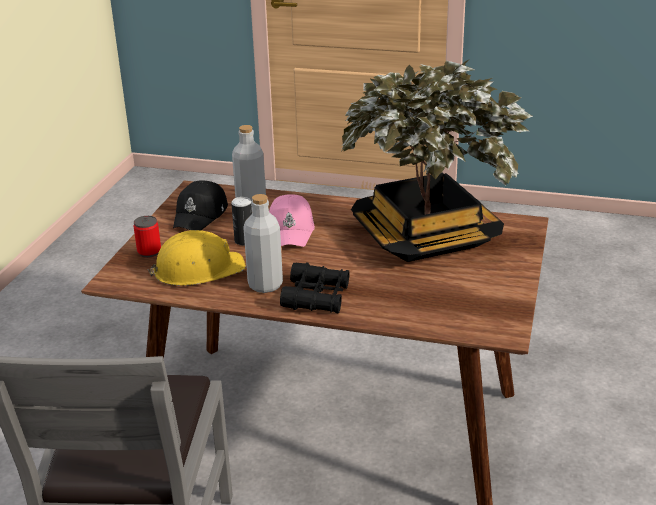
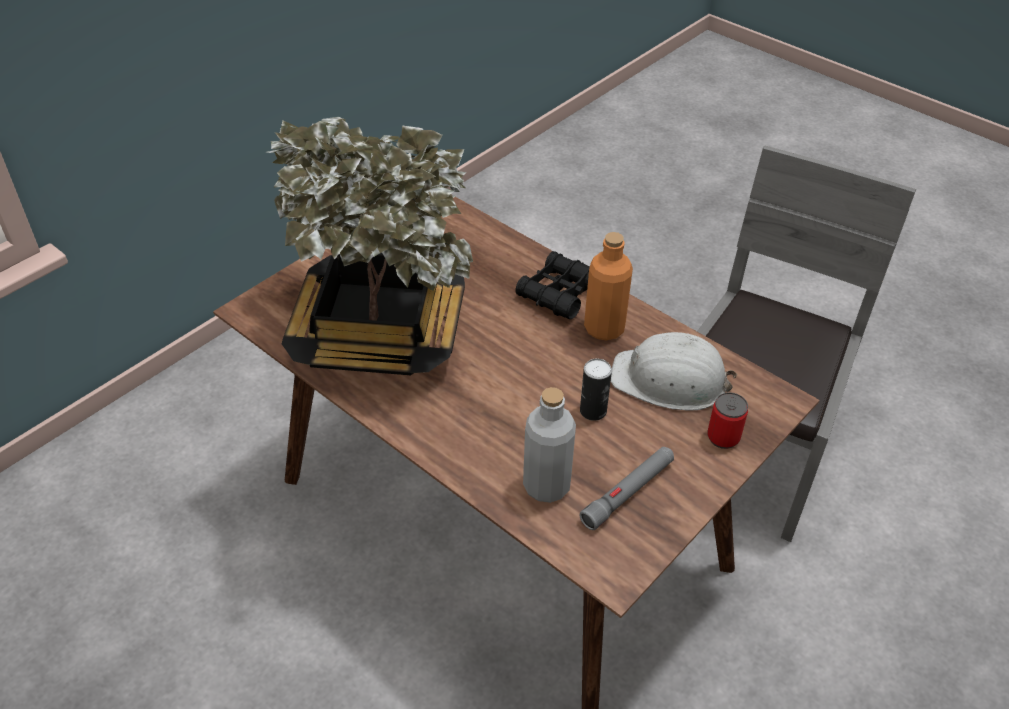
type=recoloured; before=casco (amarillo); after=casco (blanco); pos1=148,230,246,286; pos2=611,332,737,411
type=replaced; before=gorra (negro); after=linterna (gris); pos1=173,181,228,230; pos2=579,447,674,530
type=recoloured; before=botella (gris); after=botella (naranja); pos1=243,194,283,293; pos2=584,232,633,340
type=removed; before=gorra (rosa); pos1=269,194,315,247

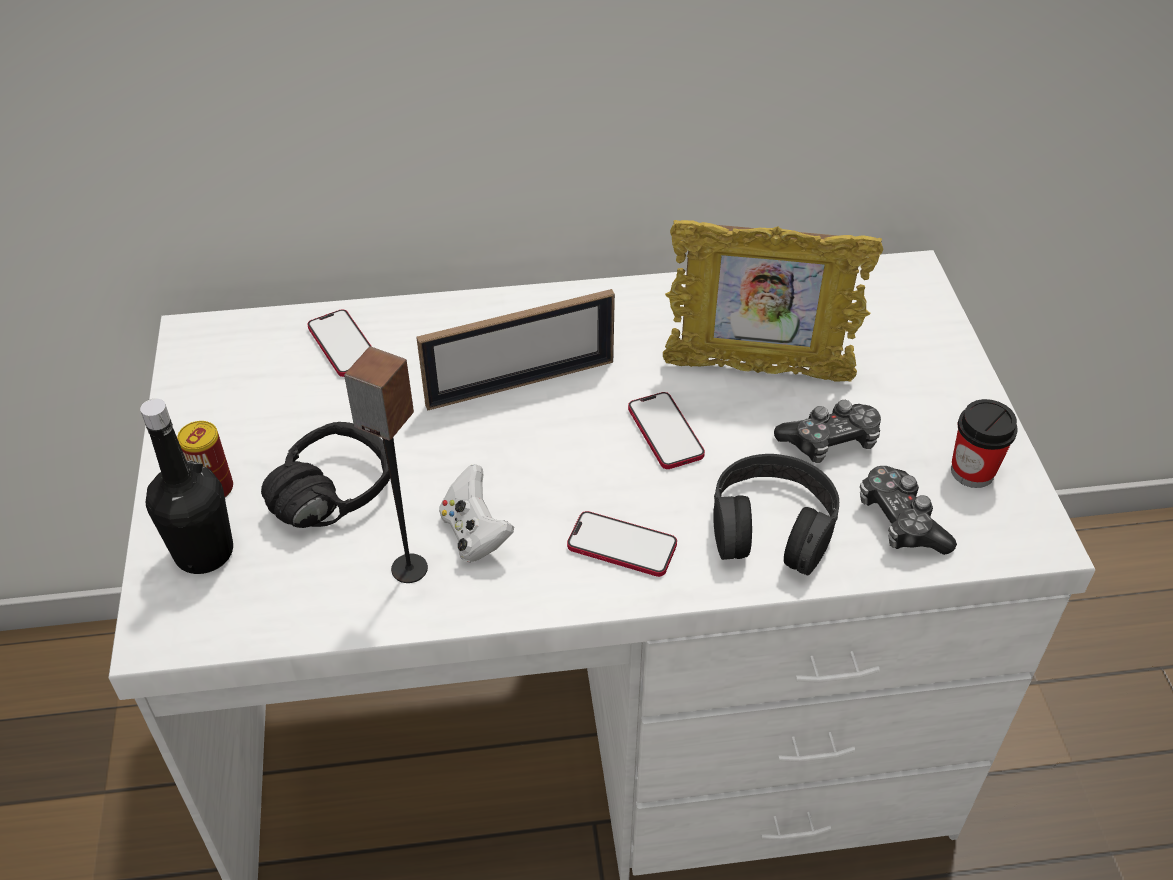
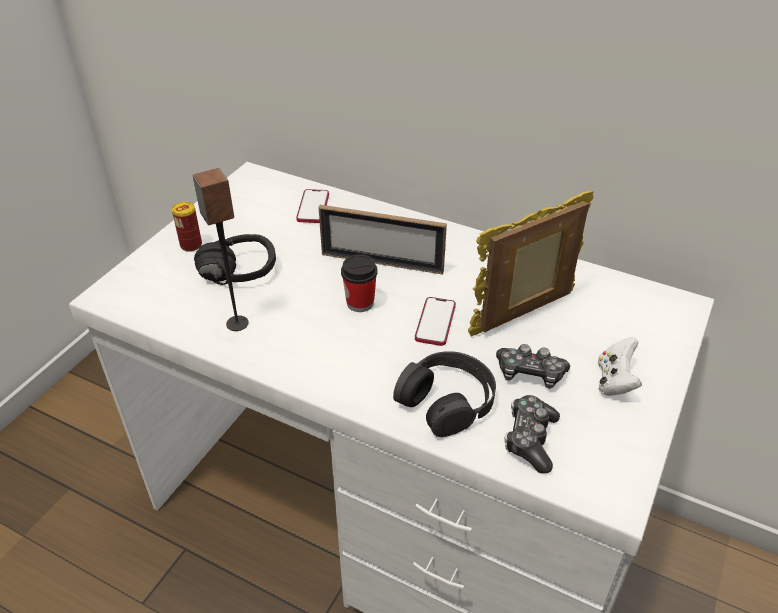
type=removed; before=botella (negro); pos1=140,398,233,574
type=moved; before=mando de consola (blanco); pos1=439,464,514,562; pos2=598,337,642,396
type=removed; before=móvil; pos1=567,511,677,577
type=turned; before=portarretratos; pos1=663,220,883,381; pos2=468,190,593,337; turn=105
type=moved; before=taza; pos1=951,399,1018,488; pos2=341,254,378,312

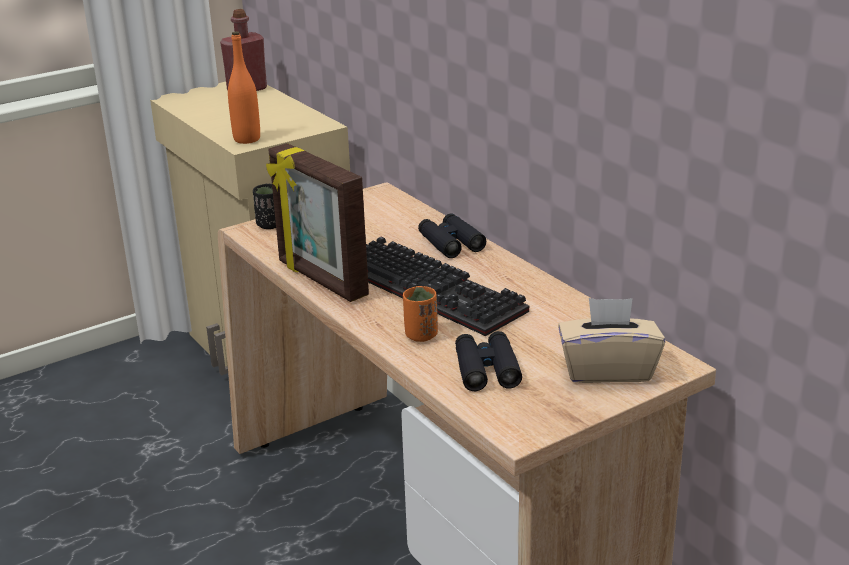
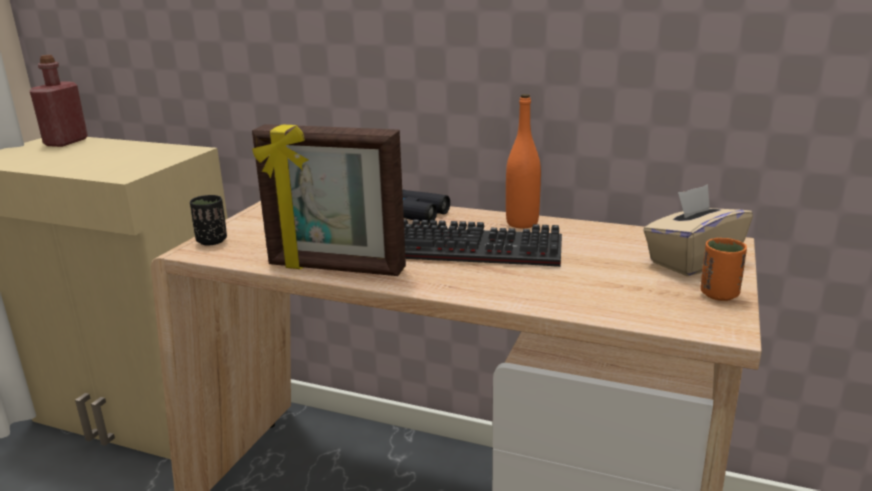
type=moved; before=botella (naranja); pos1=228,31,260,144; pos2=506,94,541,228
type=moved; before=taza (naranja); pos1=403,286,438,342; pos2=700,238,747,301
type=removed; before=prismáticos (negro); pos1=455,331,522,391

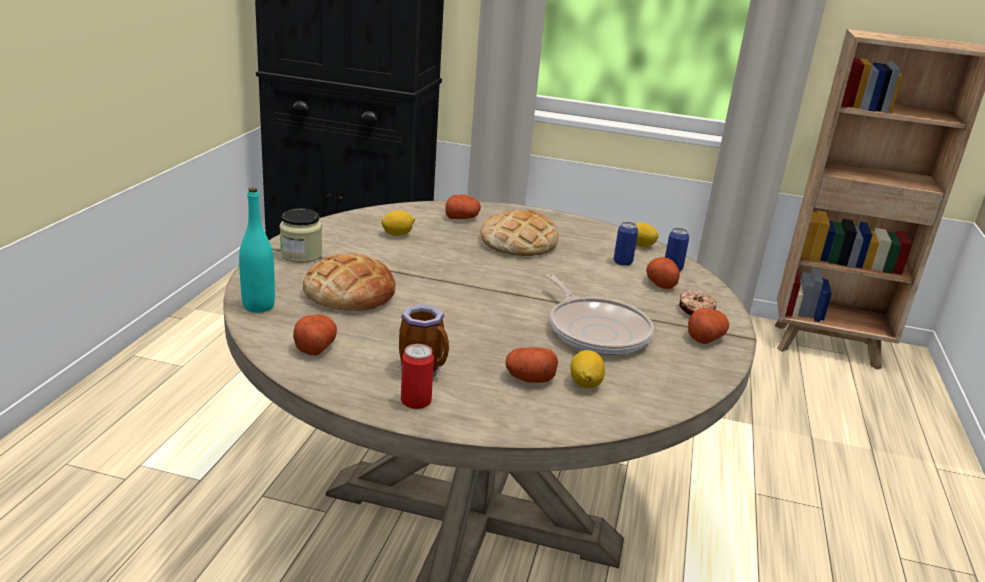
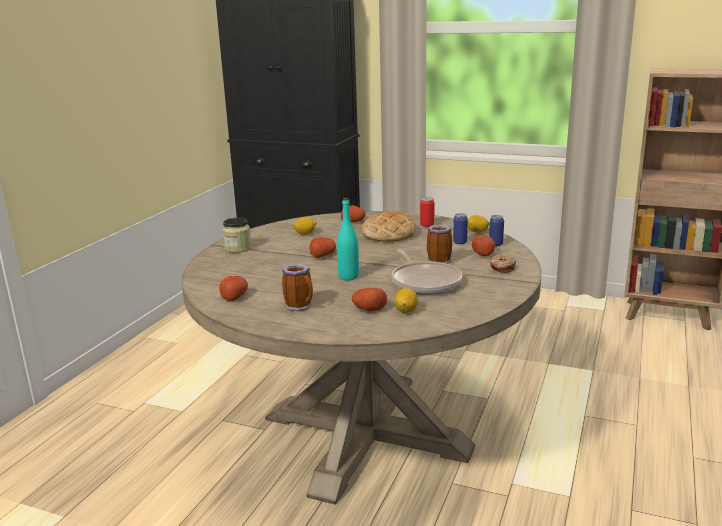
type=moved; before=botella (turquesa); pos1=239,188,275,313; pos2=337,198,359,280
type=removed; before=pan; pos1=303,253,395,311
type=moved; before=lata; pos1=401,344,434,409; pos2=420,197,434,227
type=moved; before=patata; pos1=688,308,729,344; pos2=309,237,336,258
type=added; after=taza grande; pos2=427,224,452,264

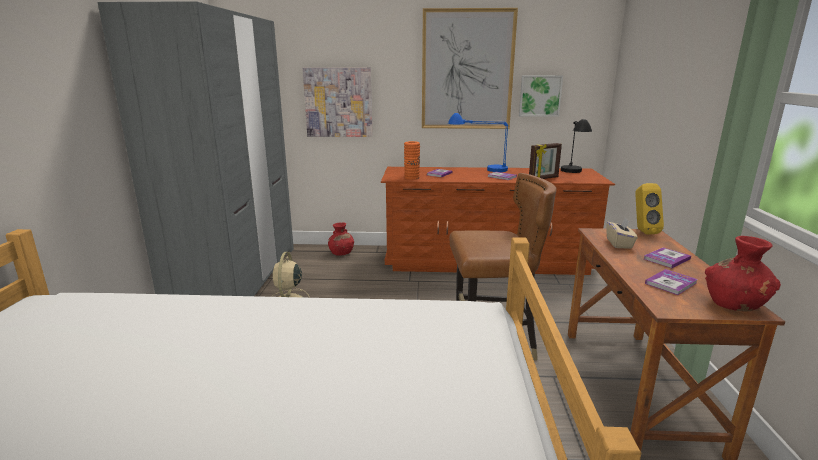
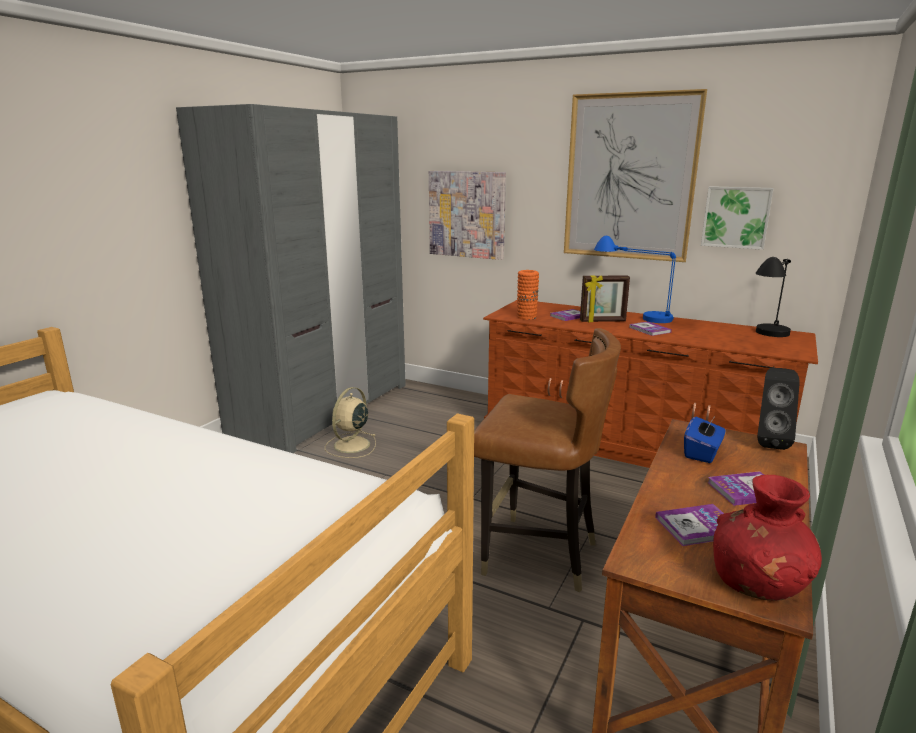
type=removed; before=florero (rojo); pos1=328,222,354,256
type=moved; before=portarretratos; pos1=529,143,562,179; pos2=580,275,630,322
type=recoloured; before=caja de pañuelos (beis); after=caja de pañuelos (azul); pos1=606,217,638,249; pos2=684,415,725,463
type=recoloured; before=altavoz (amarillo); after=altavoz (negro); pos1=635,183,664,234; pos2=757,368,800,450

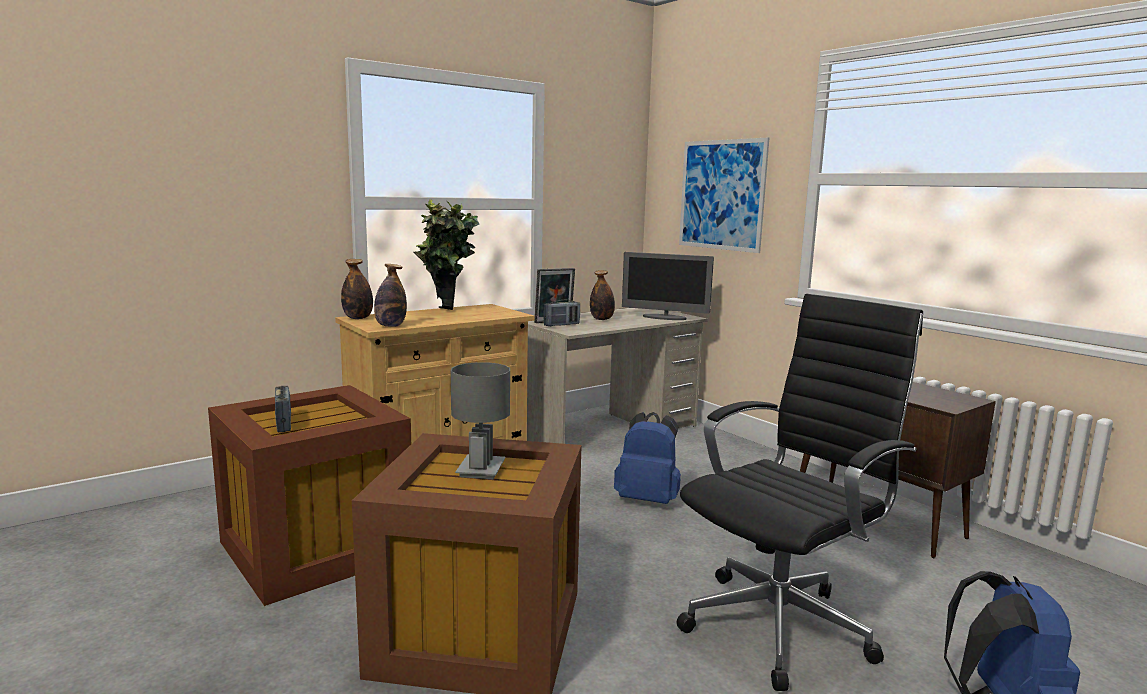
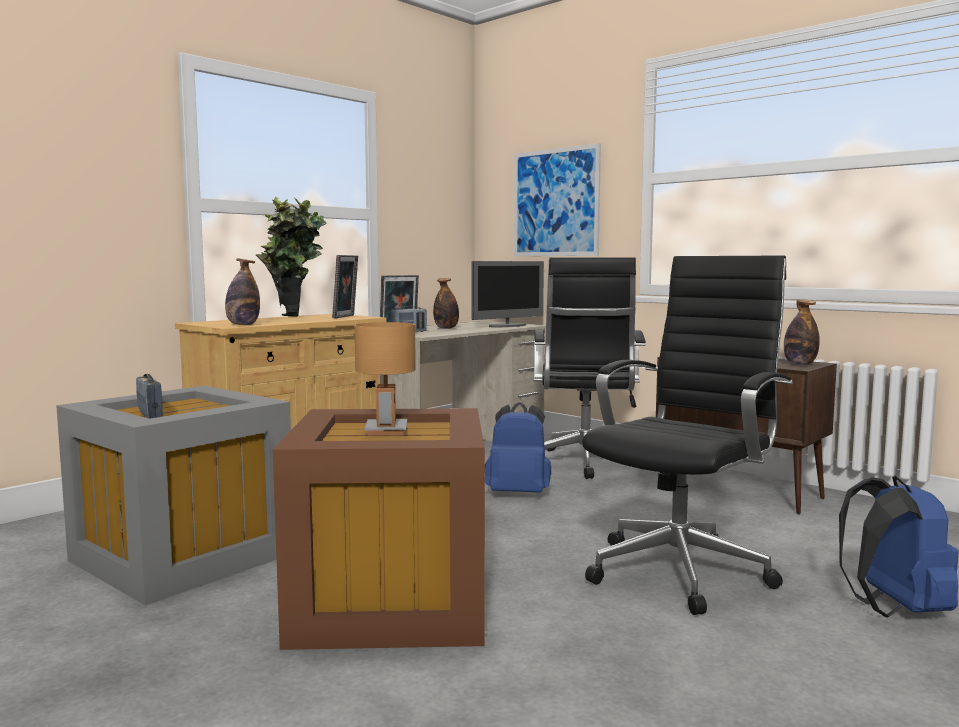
type=recoloured; before=caja de almacenaje (marrón); after=caja de almacenaje (gris); pos1=208,385,411,606; pos2=56,386,291,605
type=moved; before=botella; pos1=341,259,373,319; pos2=784,299,820,365
type=recoloured; before=lámpara de mesa (gris); after=lámpara de mesa (marrón); pos1=451,362,510,479; pos2=355,322,416,436
type=turned; before=monitor; pos1=622,252,714,320; pos2=471,261,544,327; turn=-45
type=added; after=portarretratos; pos2=332,255,358,318
type=added; after=silla de oficina (negro); pos2=534,257,645,479

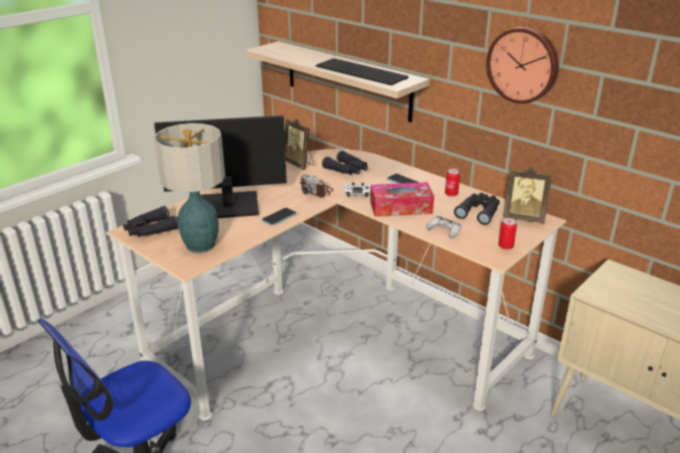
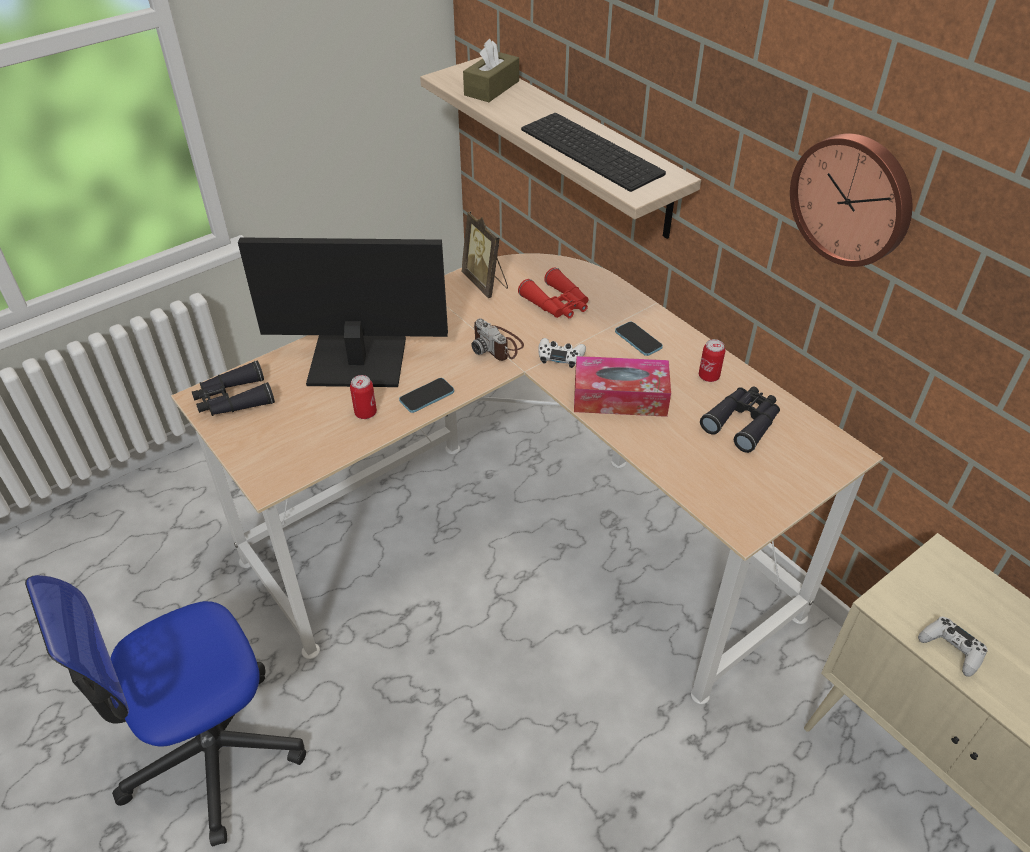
type=removed; before=lámpara de mesa; pos1=154,123,225,253
type=recoloured; before=prismáticos (negro); after=prismáticos (rojo); pos1=322,150,368,175; pos2=518,267,588,318
type=moved; before=mando de consola (blanco); pos1=426,216,461,238; pos2=918,617,988,677
type=moved; before=lata; pos1=498,218,517,250; pos2=350,375,377,419
type=removed; before=portarretratos; pos1=503,167,552,223
type=added; after=caja de pañuelos (marrón); pos2=463,39,519,102

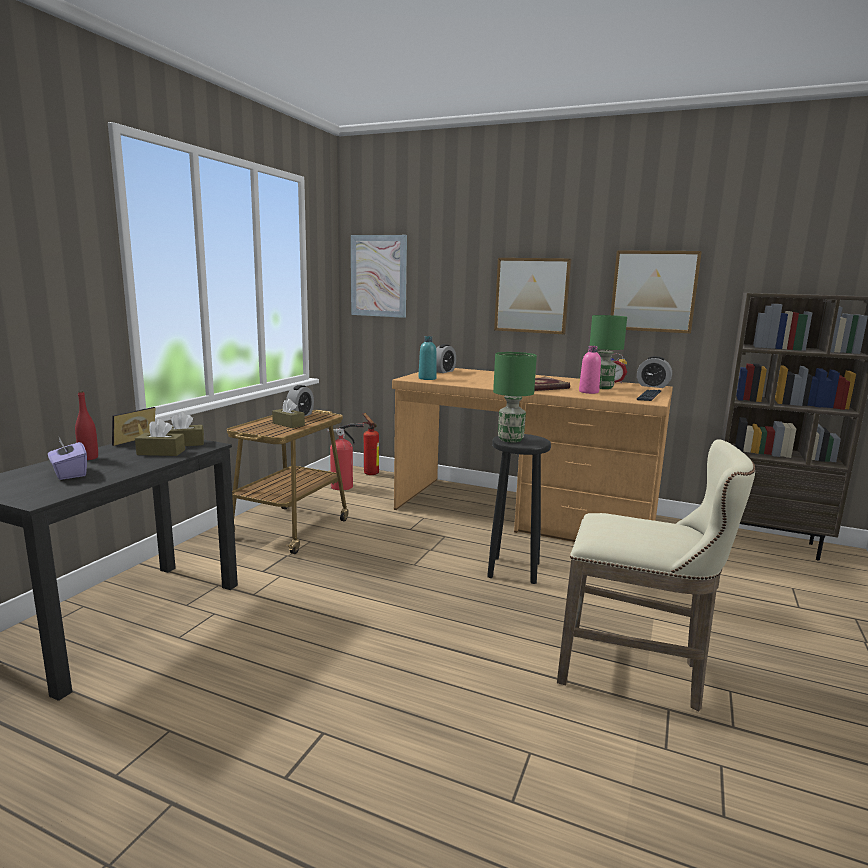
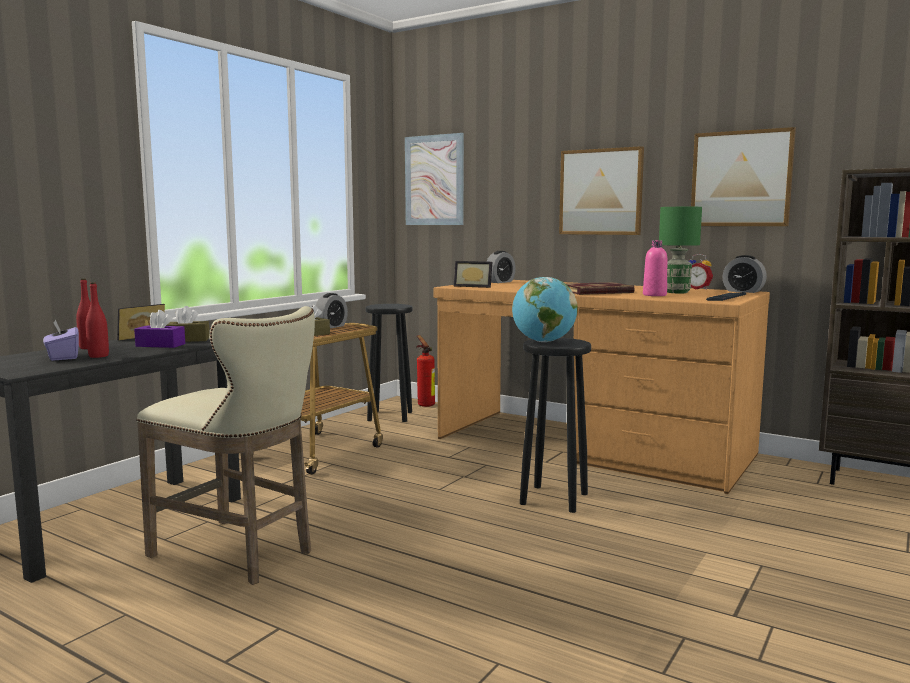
type=recoloured; before=caja de pañuelos (marrón); after=caja de pañuelos (morado); pos1=135,419,185,456; pos2=134,310,185,348
type=replaced; before=extintor; after=taburete (negro); pos1=327,424,364,490; pos2=366,304,413,422
type=replaced; before=botella (turquesa); after=portarretratos; pos1=418,336,437,380; pos2=454,261,492,288
type=replaced; before=lámpara de mesa (verde); after=globo terráqueo; pos1=493,352,537,442; pos2=512,277,578,342
type=moved; before=taburete (beis); pos1=557,439,755,711; pos2=136,306,315,585
type=added; after=botella (rojo); pos2=86,282,109,358

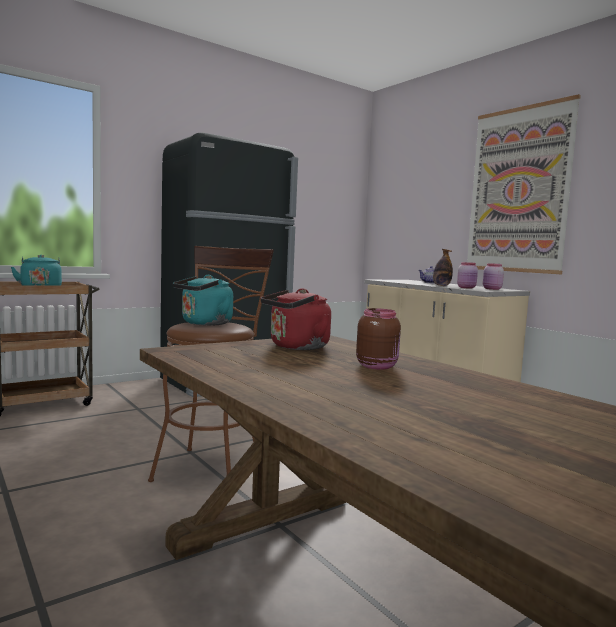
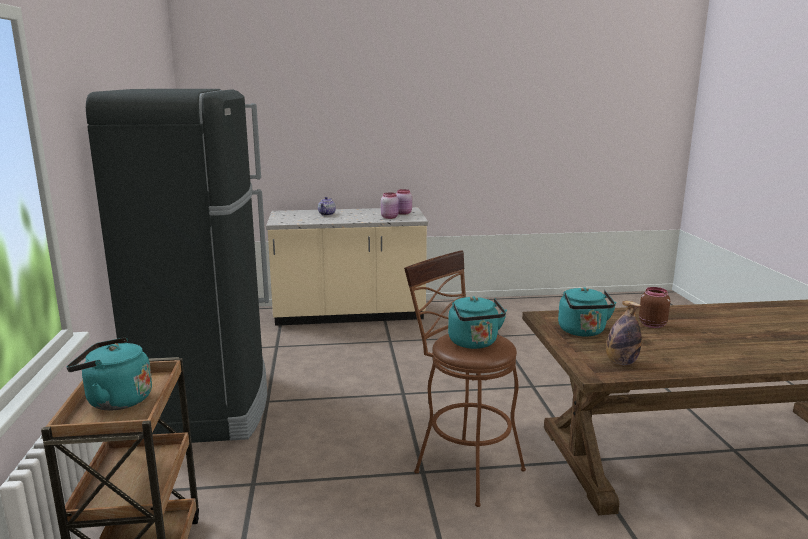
type=recoloured; before=hervidor (rojo); after=hervidor (turquesa); pos1=260,288,331,350; pos2=558,287,617,336
type=moved; before=botella; pos1=433,249,453,286; pos2=606,301,642,365
type=removed; before=cuadro; pos1=467,94,581,274

